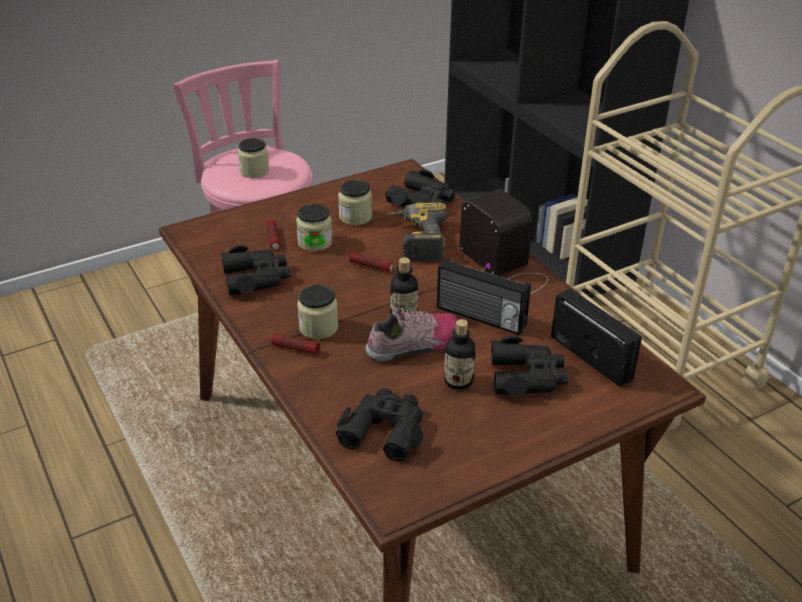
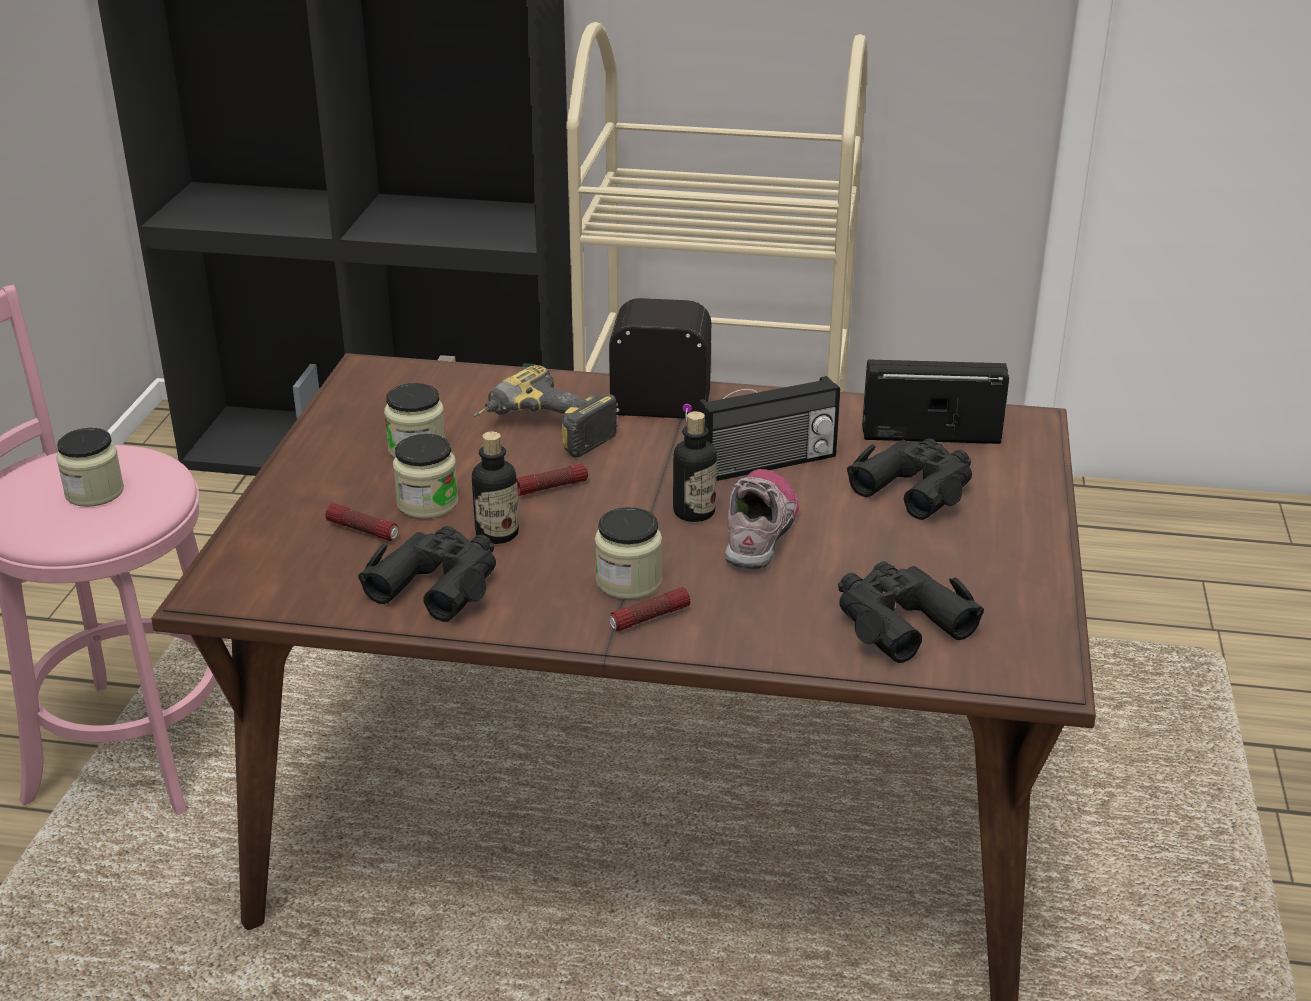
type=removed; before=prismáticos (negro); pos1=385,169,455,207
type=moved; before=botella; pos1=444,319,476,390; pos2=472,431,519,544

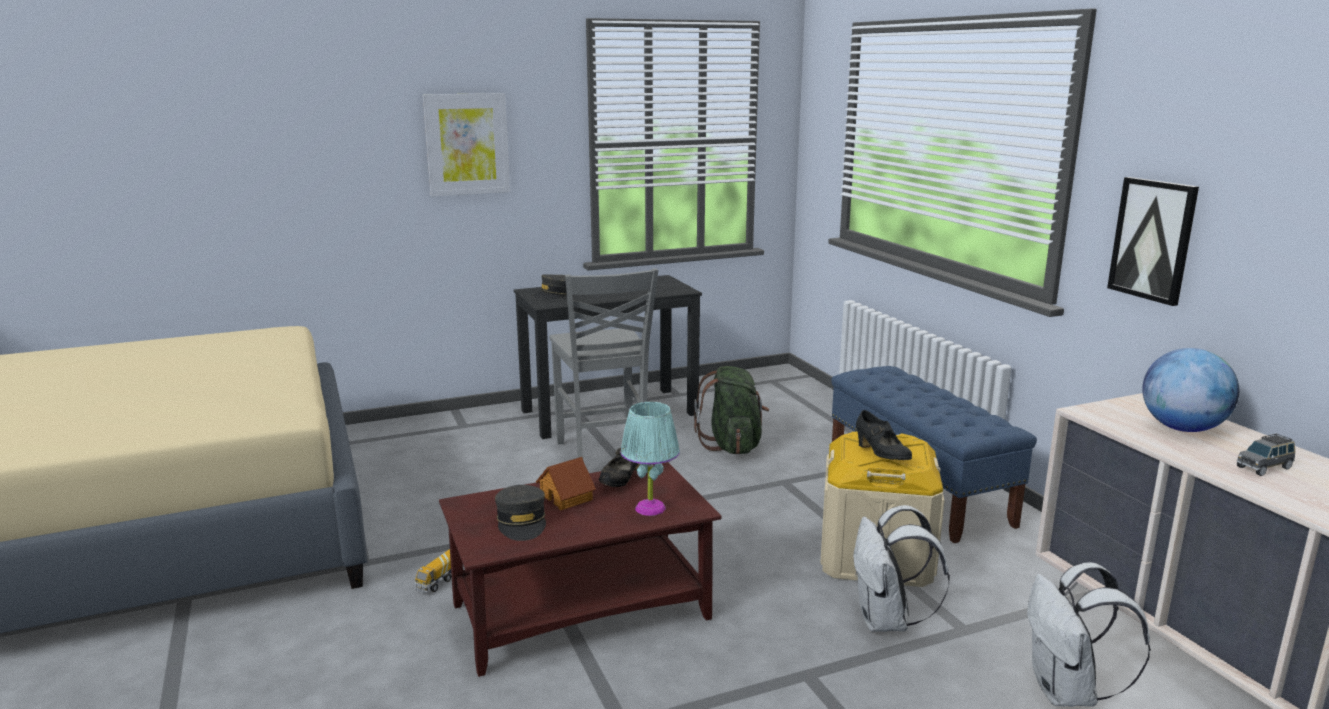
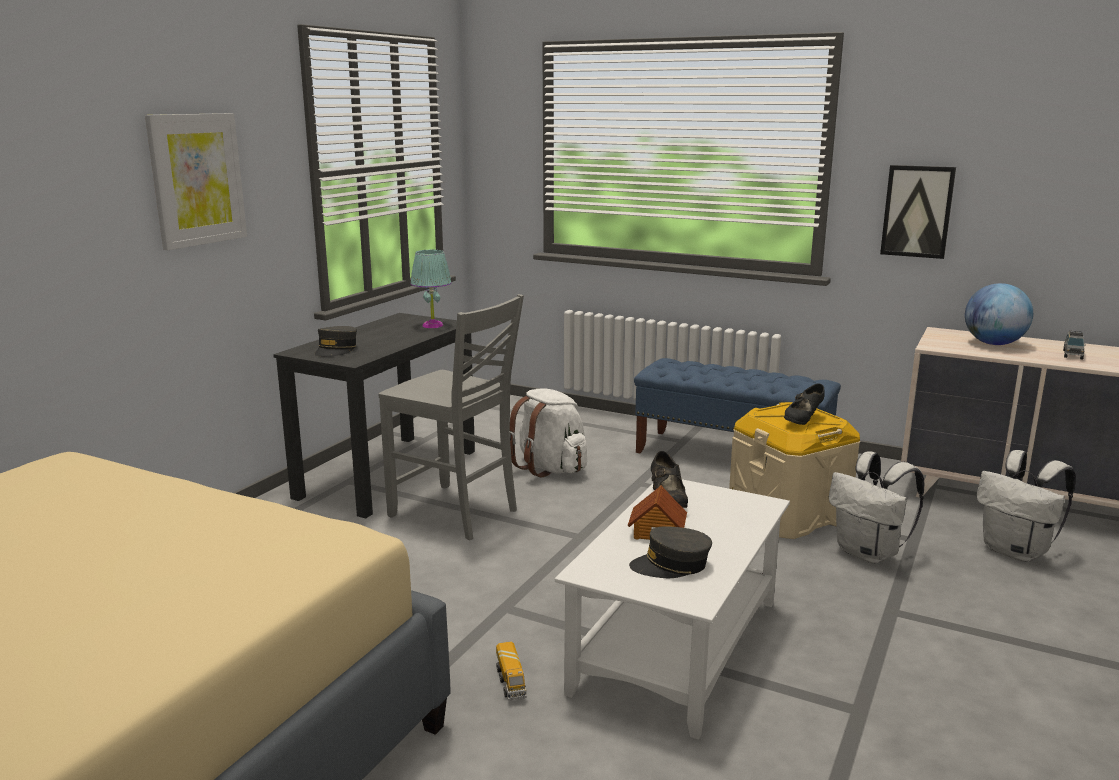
type=recoloured; before=mesa de centro (marrón); after=mesa de centro (blanco); pos1=439,462,722,677; pos2=555,479,790,740
type=turned; before=gorra (gris); pos1=495,485,546,541; pos2=629,526,712,578; turn=135
type=moved; before=lámpara de mesa (turquesa); pos1=620,402,680,516; pos2=410,250,452,328
type=recoloured; before=mochila (verde); after=mochila (blanco); pos1=694,366,770,455; pos2=510,388,587,478
type=turned; before=zapato (negro); pos1=856,410,912,460; pos2=784,383,824,425; turn=105

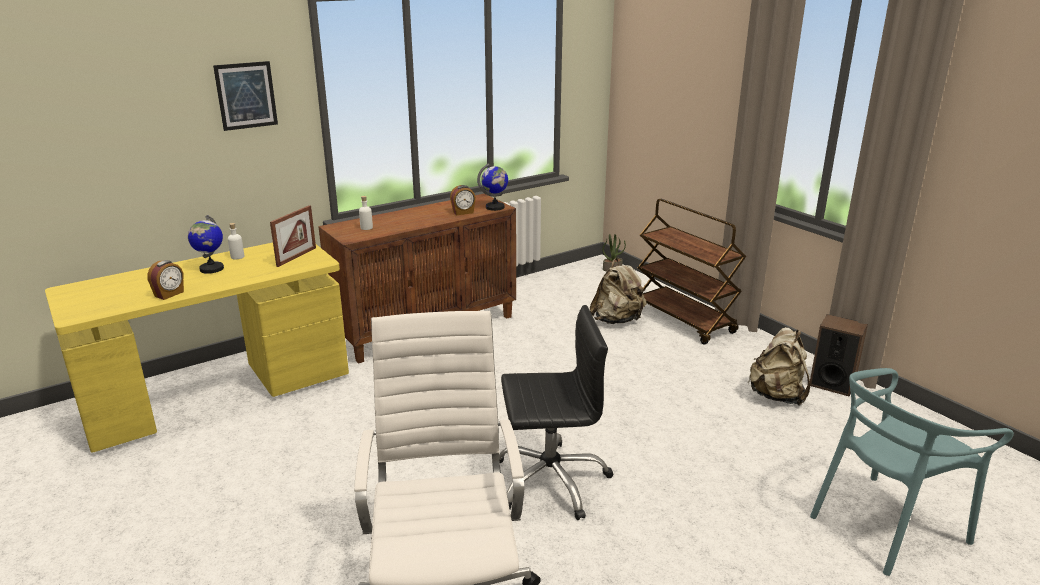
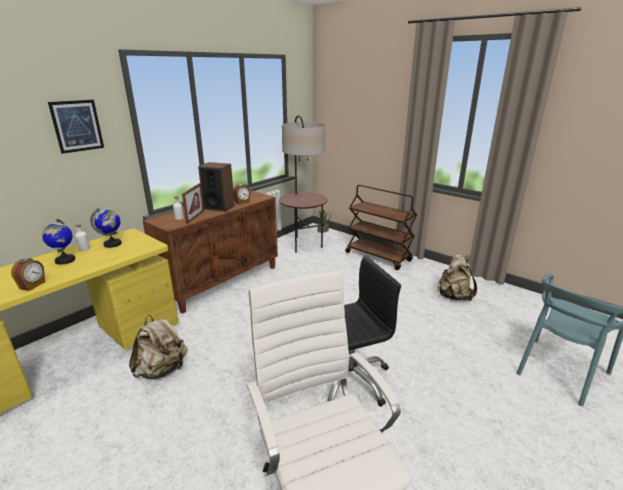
type=moved; before=portarretratos; pos1=270,205,316,267; pos2=182,183,204,224
type=moved; before=globo terráqueo; pos1=477,163,508,211; pos2=90,208,122,248
type=moved; before=mochila (beis); pos1=590,258,647,324; pos2=129,315,188,379
type=moved; before=altavoz; pos1=810,314,868,397; pos2=198,162,235,212
type=added; after=lámpara de pie; pos2=279,115,328,253

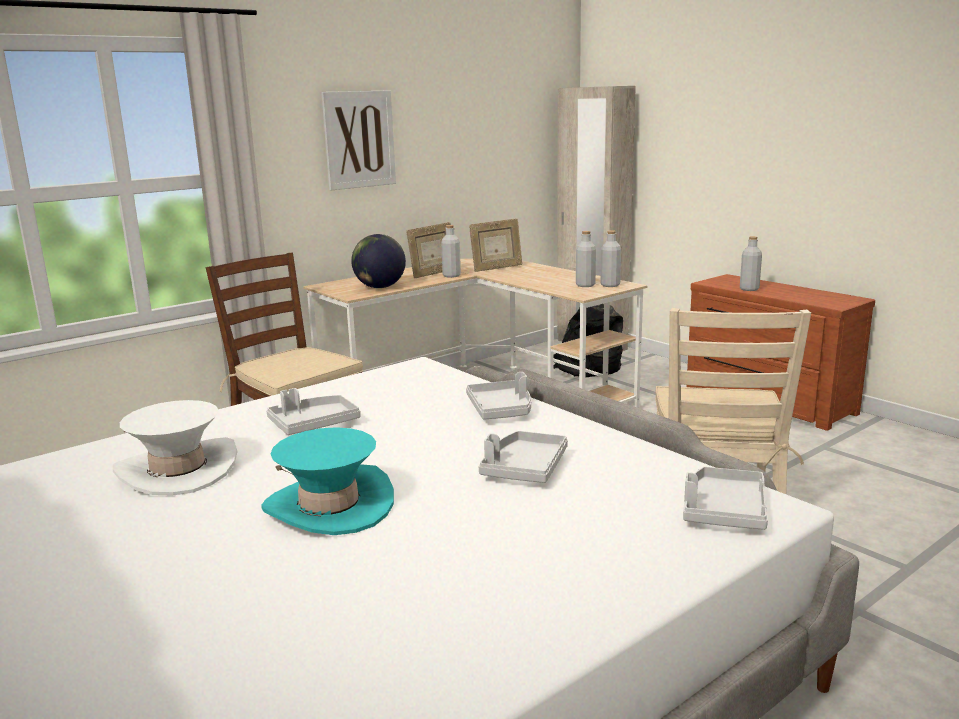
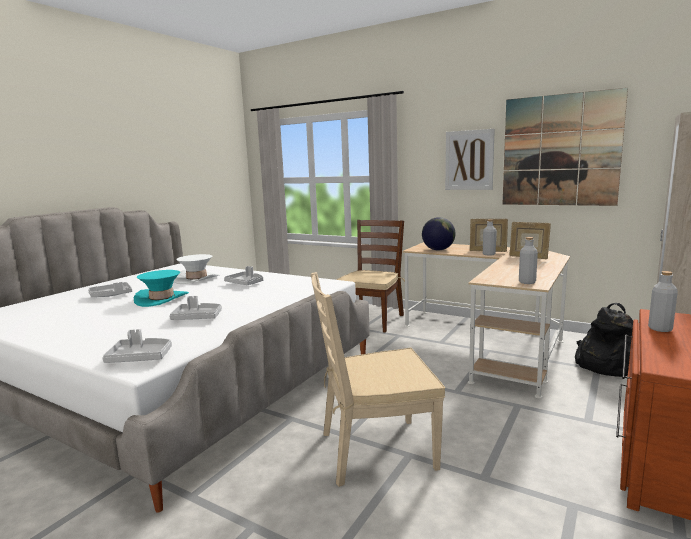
type=moved; before=bandeja (gris); pos1=466,372,531,419; pos2=88,282,132,297
type=removed; before=botella (gris); pos1=576,231,596,287
type=added; after=cuadro; pos2=503,88,628,206

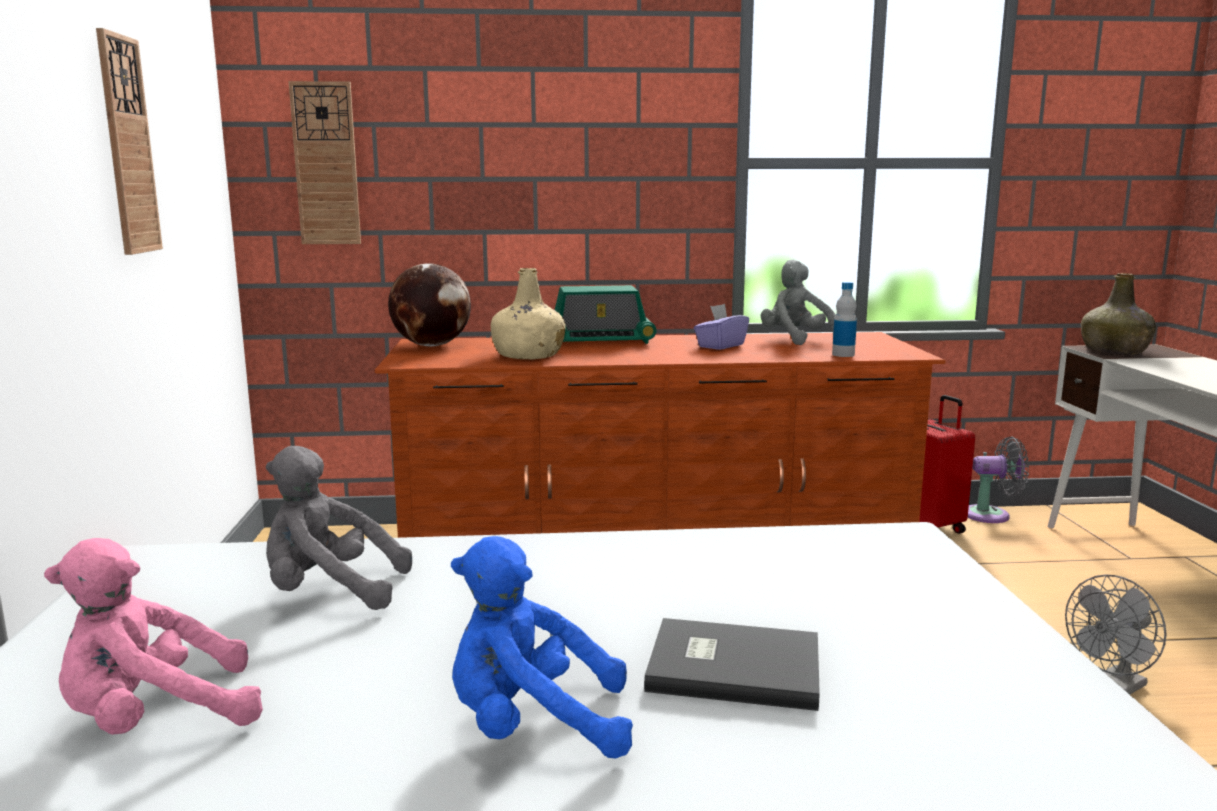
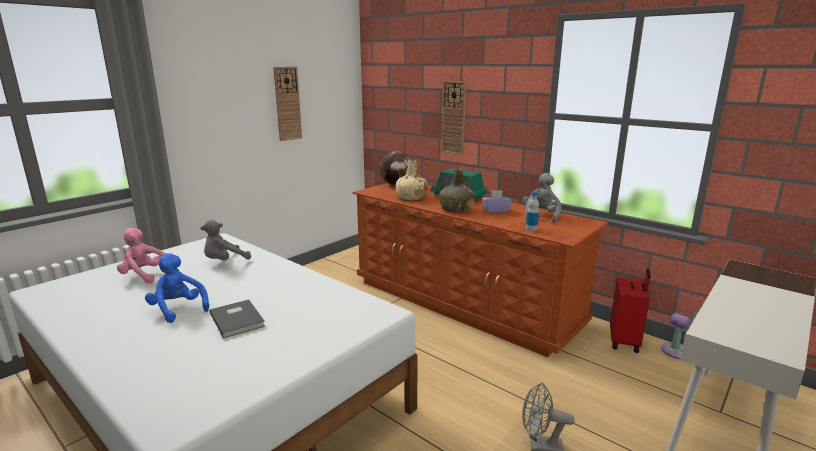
type=turned; before=peluche (gris); pos1=266,446,412,610; pos2=200,219,251,261; turn=-90
type=moved; before=reloj de pared; pos1=289,81,361,244; pos2=441,81,466,155
type=moved; before=botella (verde); pos1=1081,273,1156,355; pos2=439,169,475,213

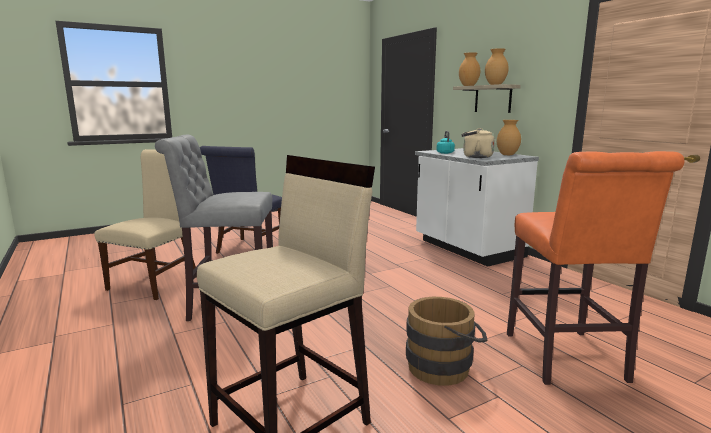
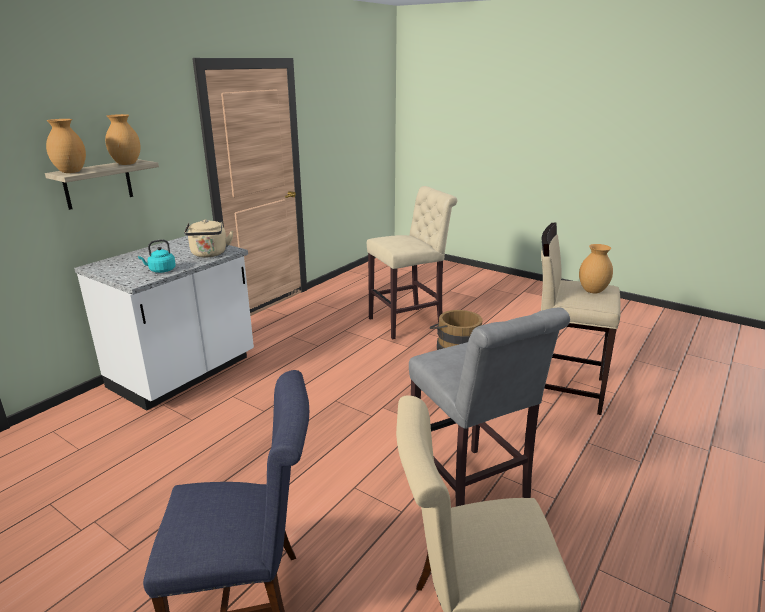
type=moved; before=florero (marrón); pos1=497,120,521,155; pos2=579,244,613,293
type=recoloured; before=taburete (naranja); after=taburete (beis); pos1=507,151,684,385; pos2=367,186,457,339

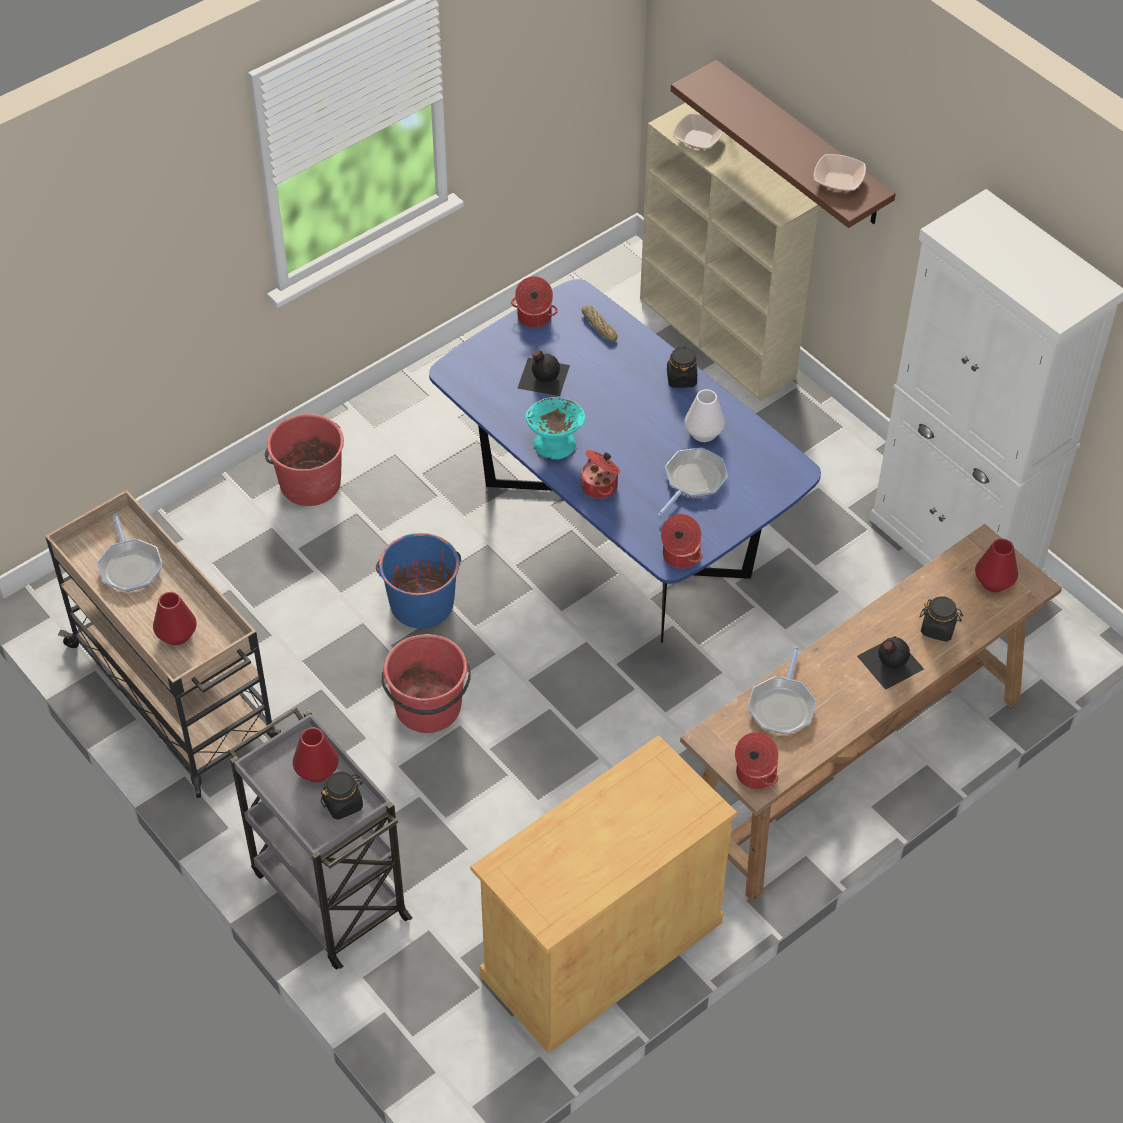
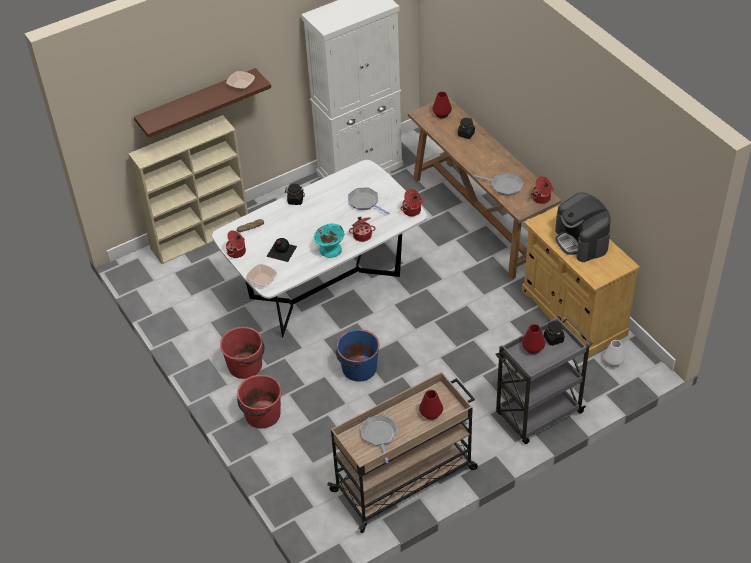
type=turned; before=sartén; pos1=97,513,163,592; pos2=360,415,397,463; turn=-90
type=moved; before=cubo (rojo); pos1=382,634,471,733; pos2=220,327,265,379
type=recoloured; before=mesa de comedor (azul); after=mesa de comedor (blanco); pos1=429,279,821,643; pos2=212,160,427,337
type=moved; before=cuenco; pos1=673,113,723,149; pos2=246,264,277,286
type=moved; before=florero (blanco); pos1=684,389,725,442; pos2=604,340,625,367
type=removed; before=botella (negro); pos1=857,636,924,690
type=added; after=cafetera; pos2=555,192,611,262

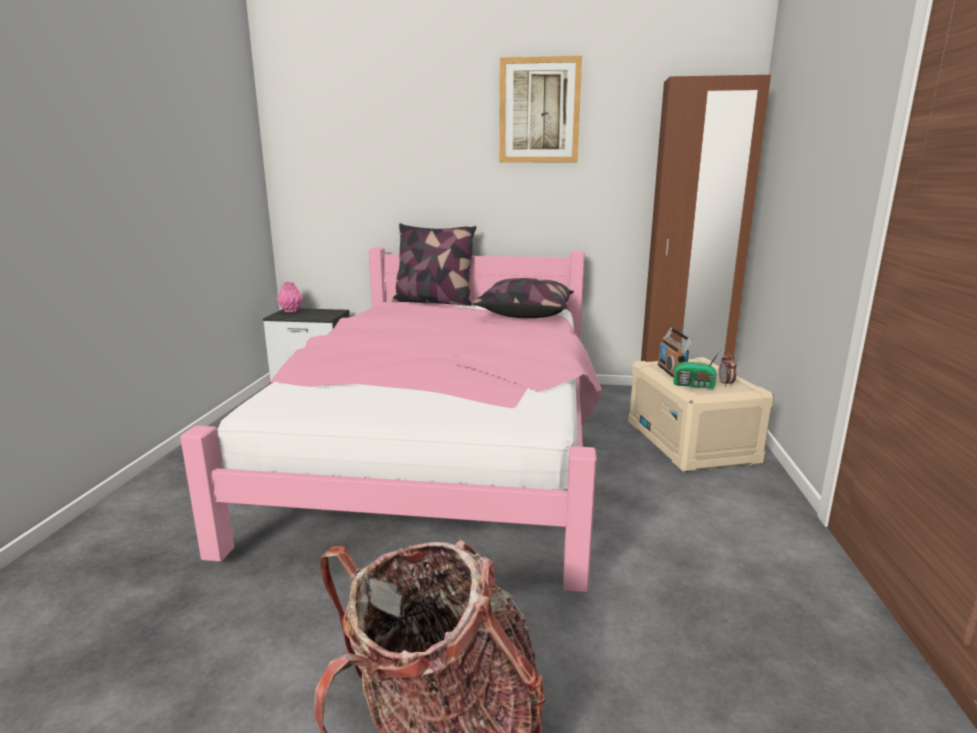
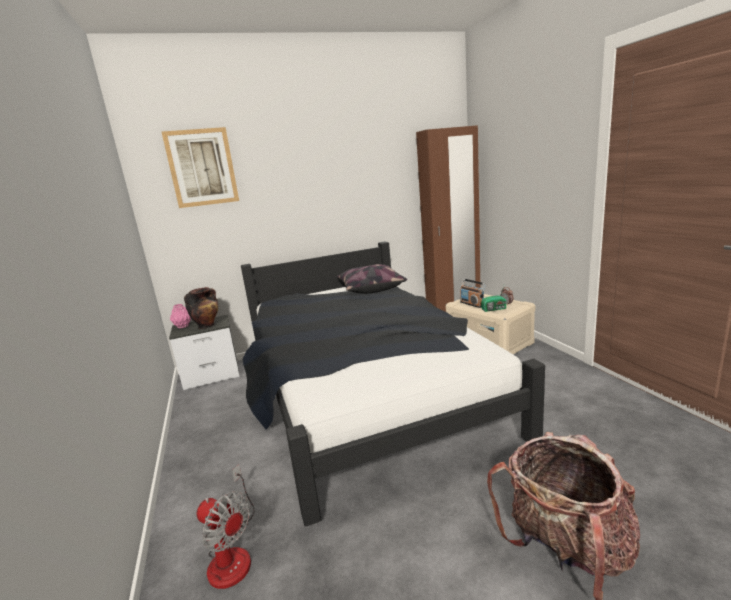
type=recoloured; before=cama (rosa); after=cama (negro); pos1=180,248,602,592; pos2=241,241,545,527
type=removed; before=cojín; pos1=392,223,477,306
type=moved; before=cuadro; pos1=499,56,582,163; pos2=162,127,239,208
type=added; after=florero; pos2=184,287,218,329
type=added; after=ventilador; pos2=196,465,255,589

